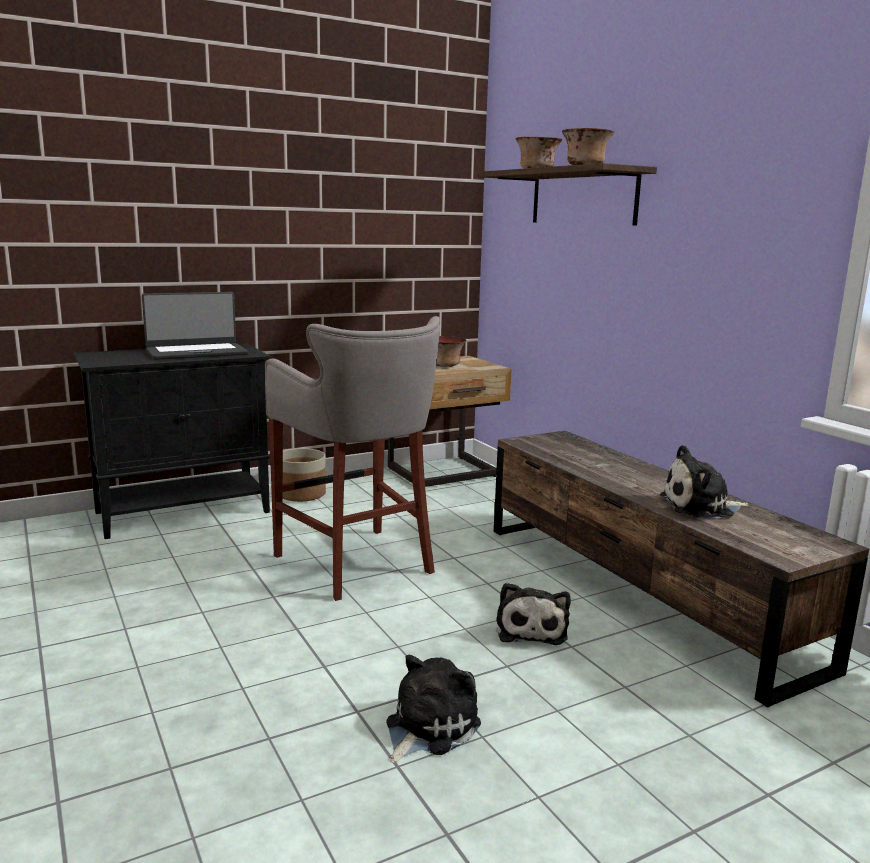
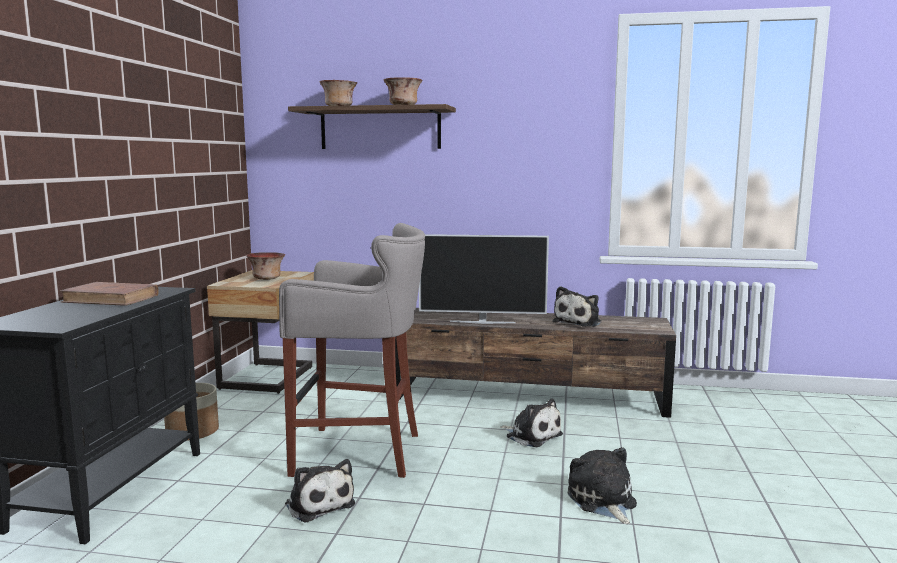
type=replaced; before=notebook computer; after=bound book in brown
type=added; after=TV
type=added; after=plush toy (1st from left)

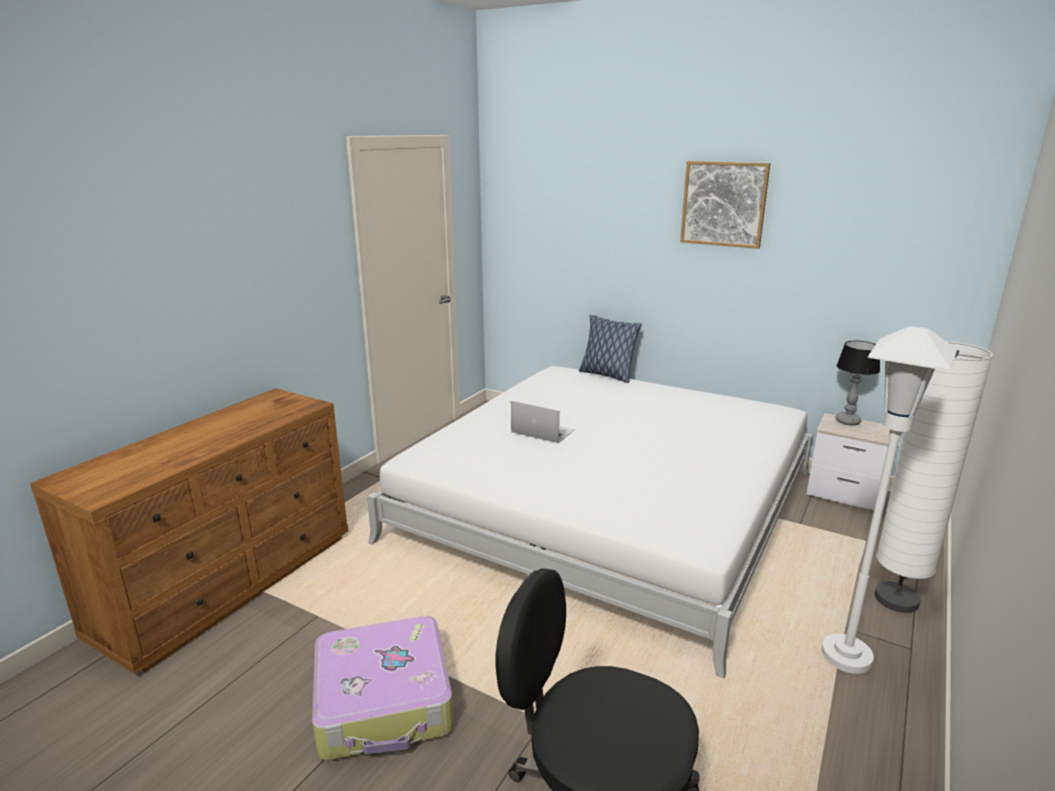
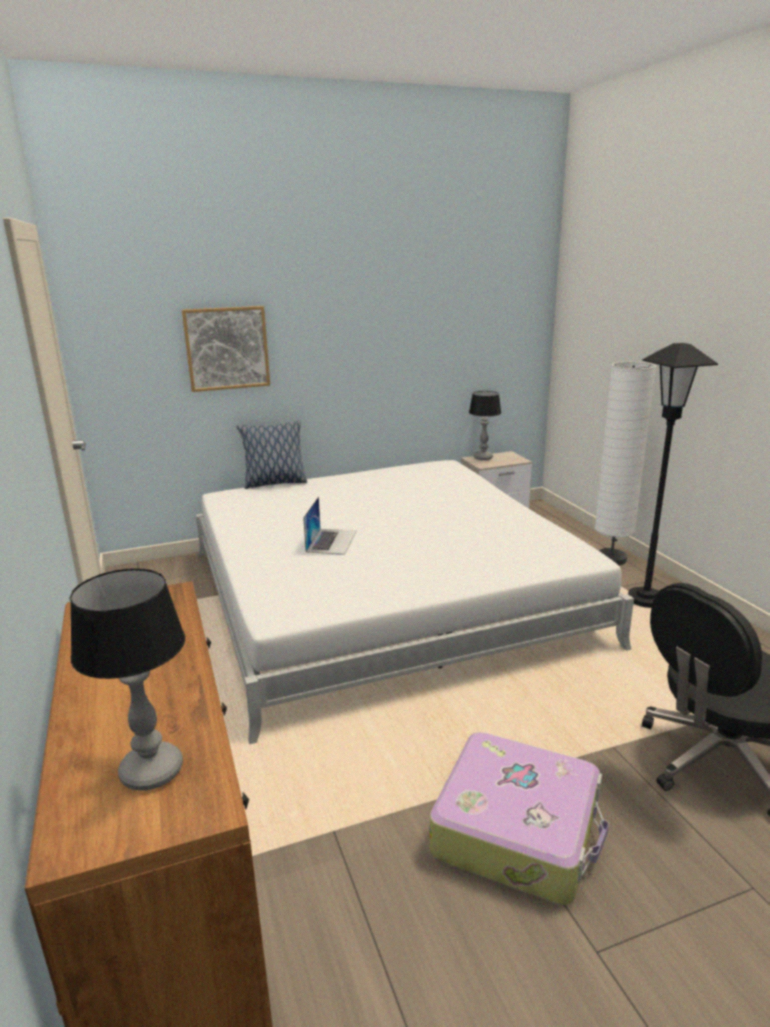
type=moved; before=wall art
type=recoloured; before=floor lamp in white-coloured (1st from left); after=floor lamp in black-coloured
type=turned; before=notebook computer; turn=120
type=added; after=table lamp (1st from left)

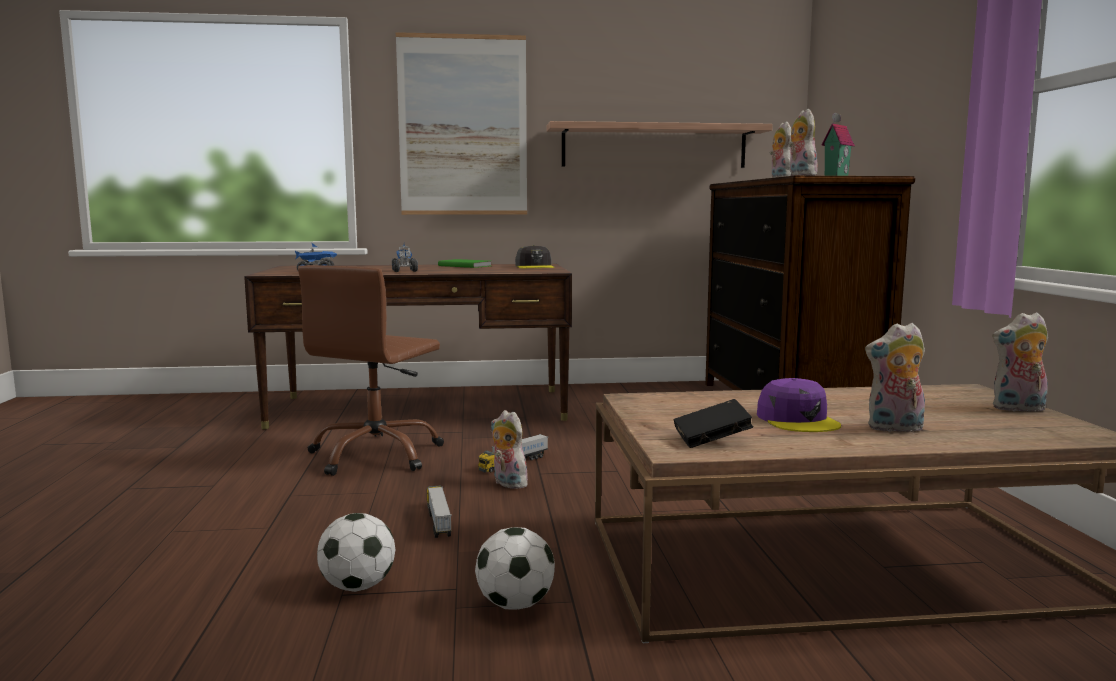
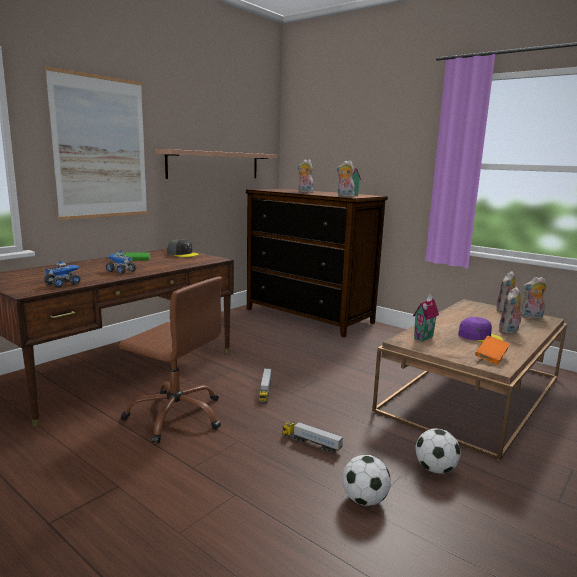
type=turned; before=desk chair in brown; turn=-45
type=recoloured; before=bound book in black-coloured; after=bound book in orange
type=moved; before=plush toy (1st from left in the first image); after=plush toy (5th from left)
type=added; after=miniature house (2nd from left)

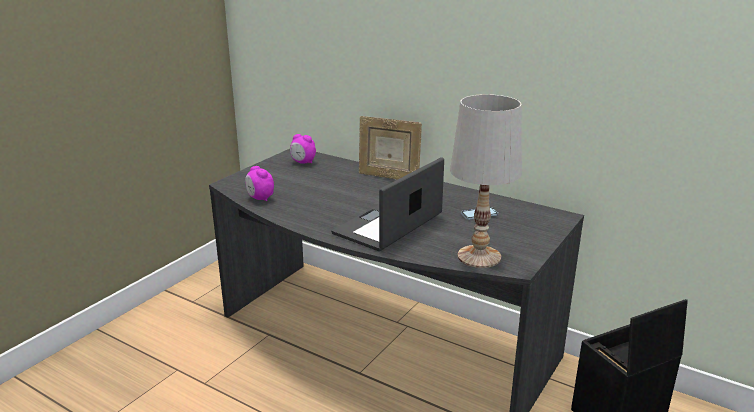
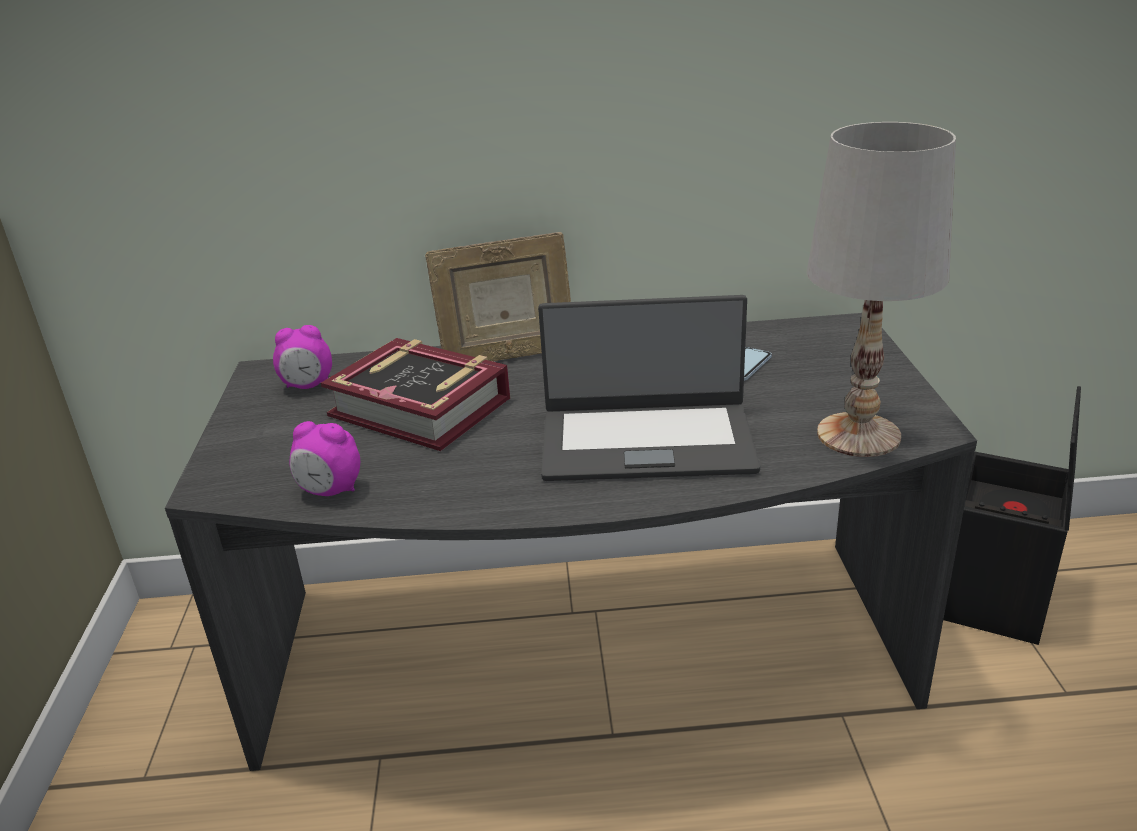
type=turned; before=notebook computer; turn=-90
type=added; after=bound book

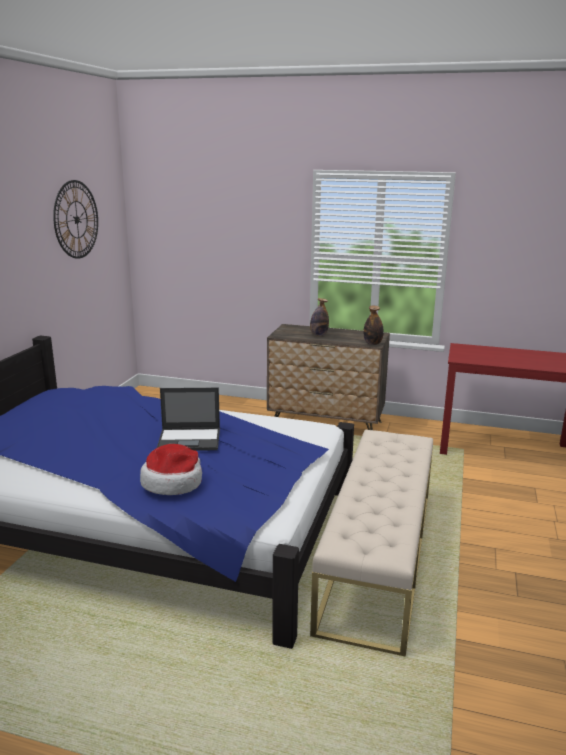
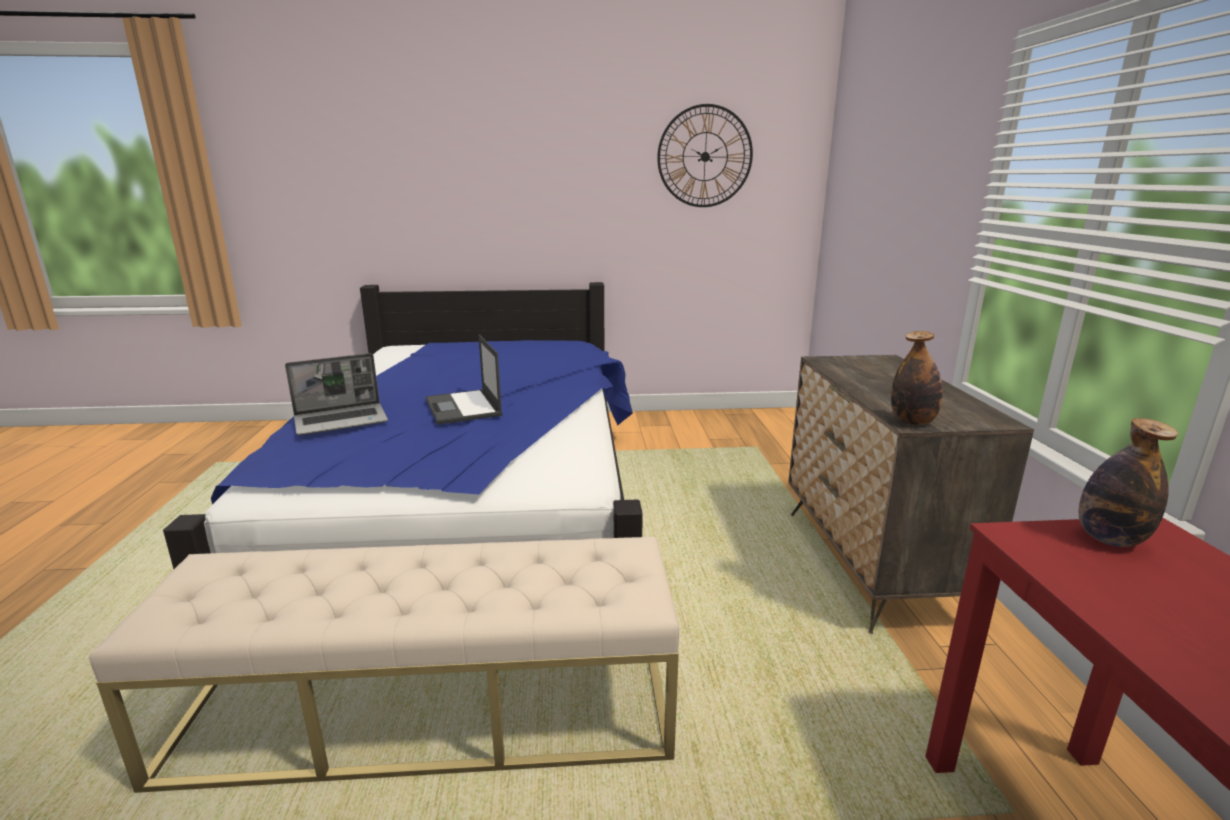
type=moved; before=drink bottle (1st from left in the first image); after=drink bottle (2nd from left)
type=replaced; before=hat; after=notebook computer (1st from left)

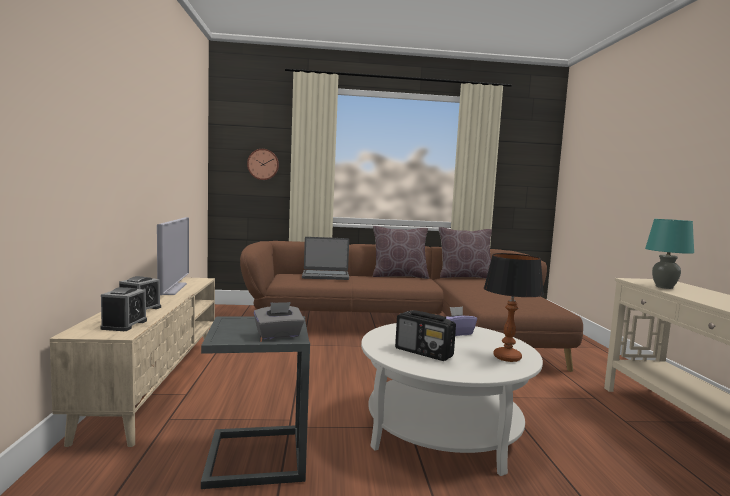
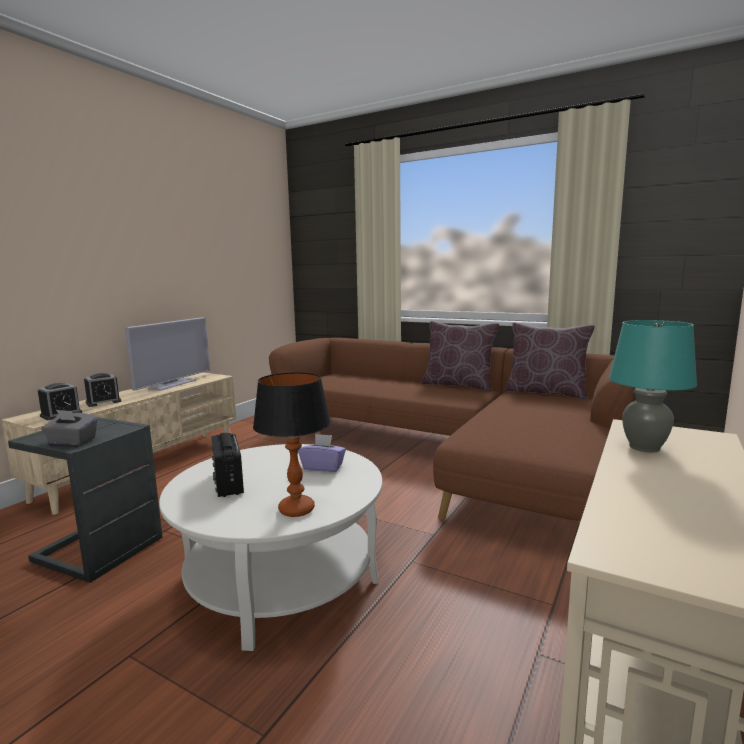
type=removed; before=hanging clock
type=removed; before=notebook computer

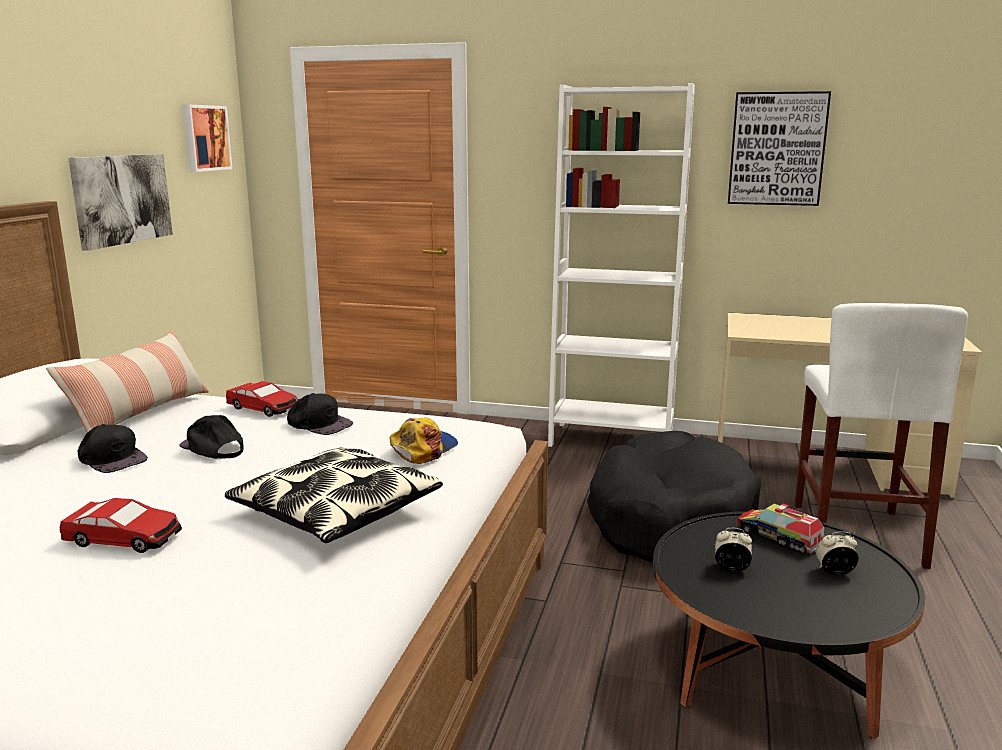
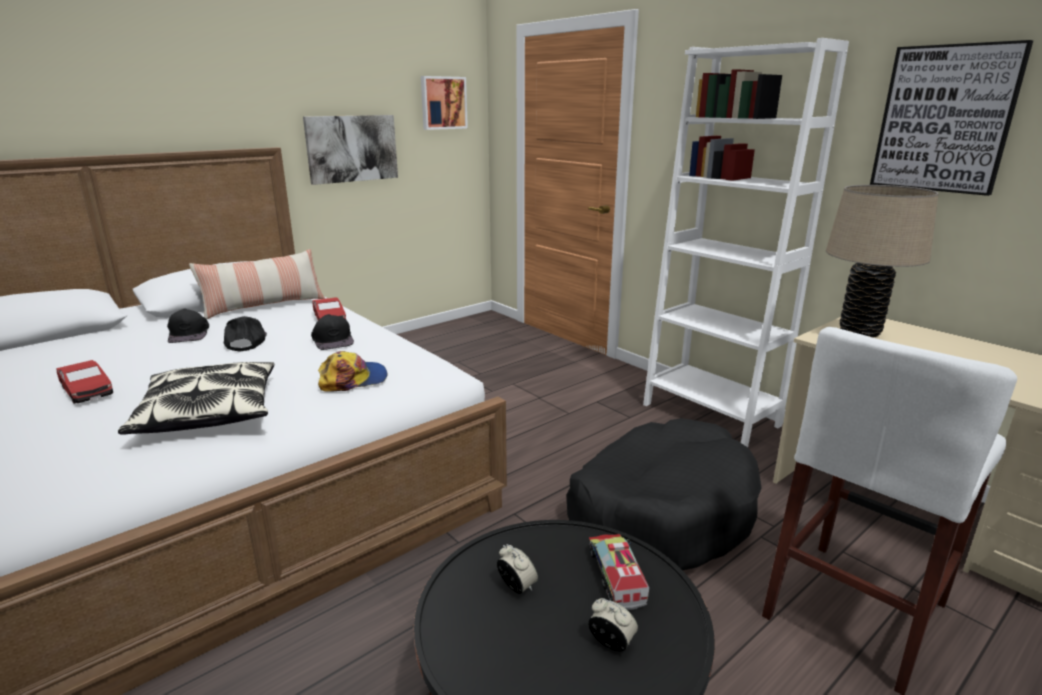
type=added; after=table lamp in beige

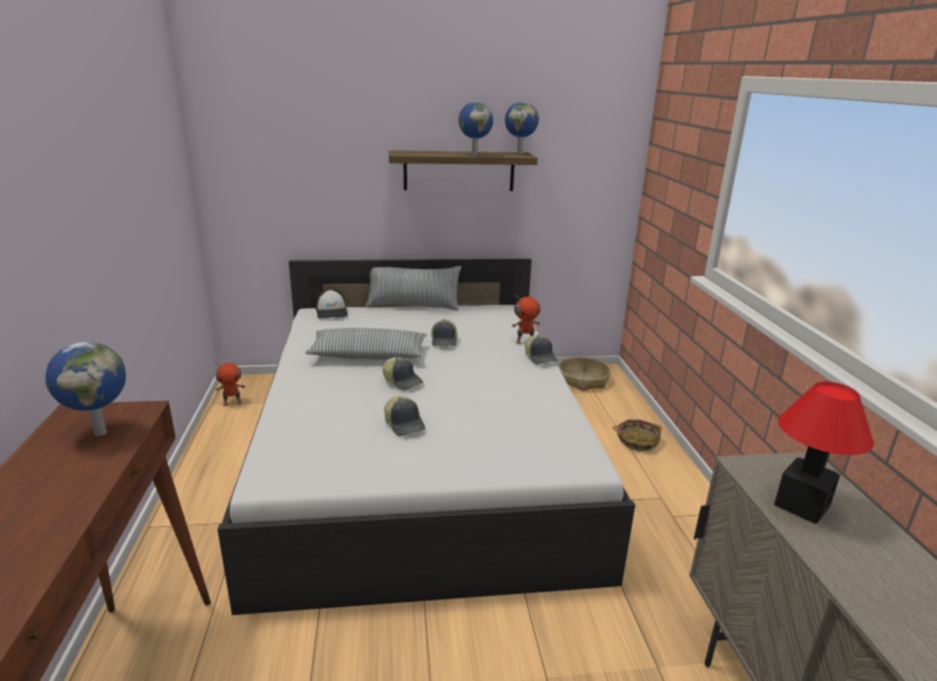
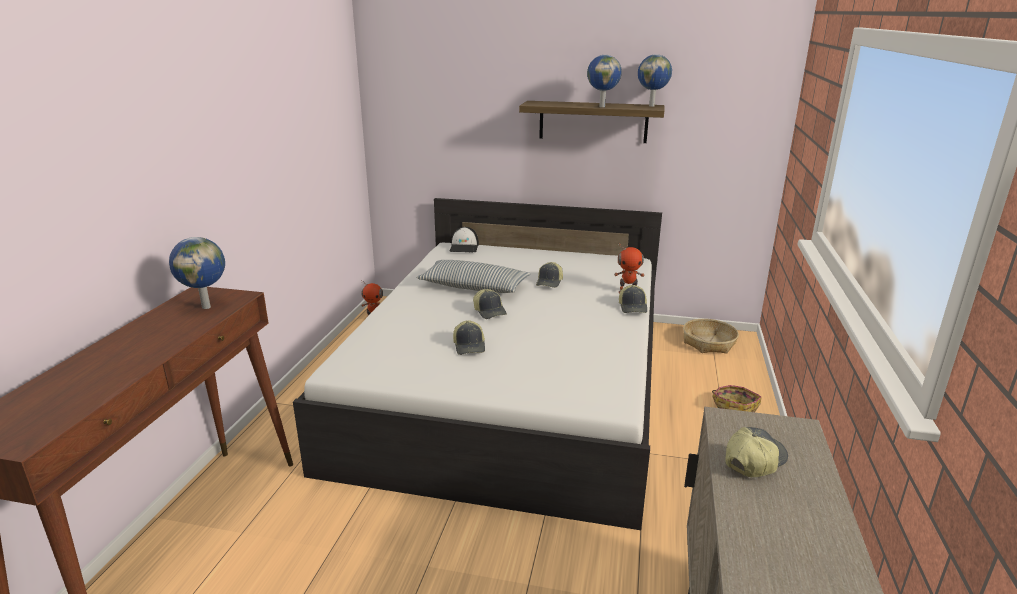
type=removed; before=throw pillow (2nd from left)
type=replaced; before=table lamp; after=peaked cap (6th from left)

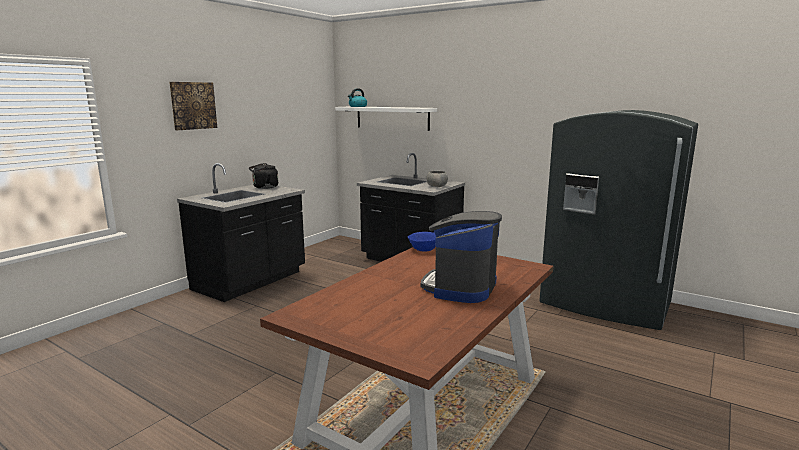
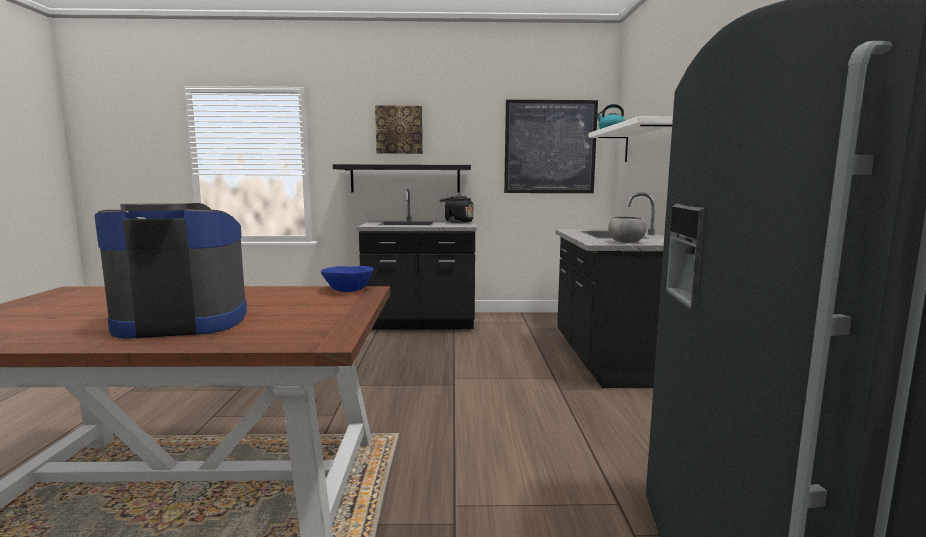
type=added; after=wall art (2nd from left)
type=added; after=bracket shelf in black-coloured

